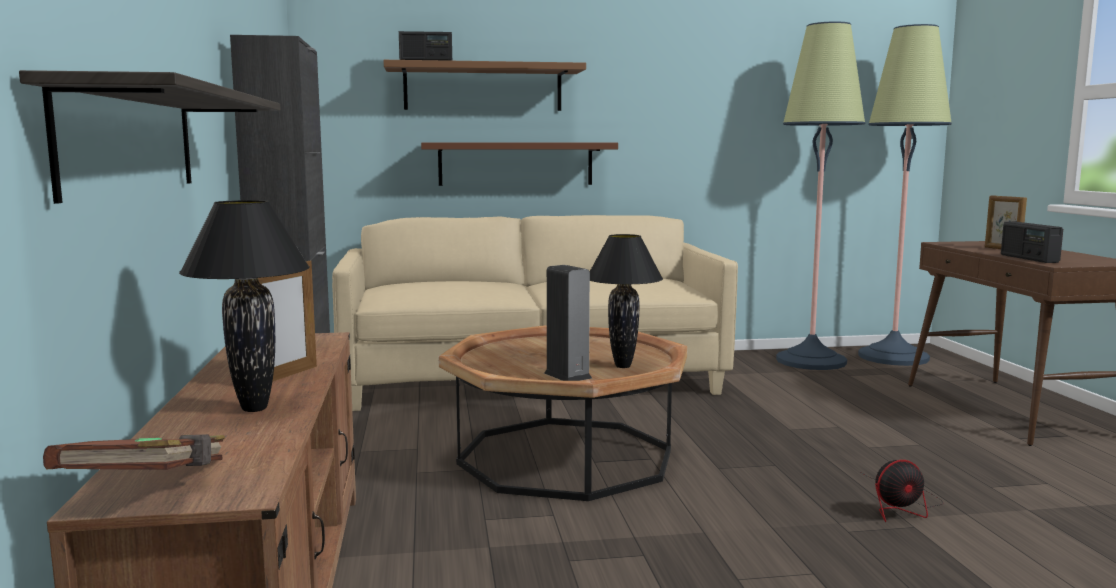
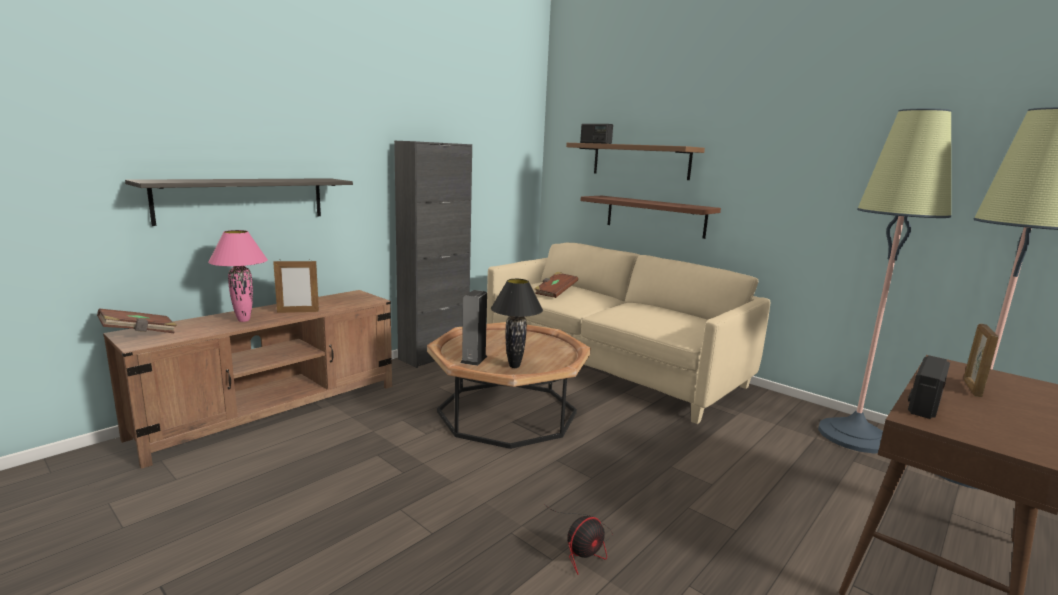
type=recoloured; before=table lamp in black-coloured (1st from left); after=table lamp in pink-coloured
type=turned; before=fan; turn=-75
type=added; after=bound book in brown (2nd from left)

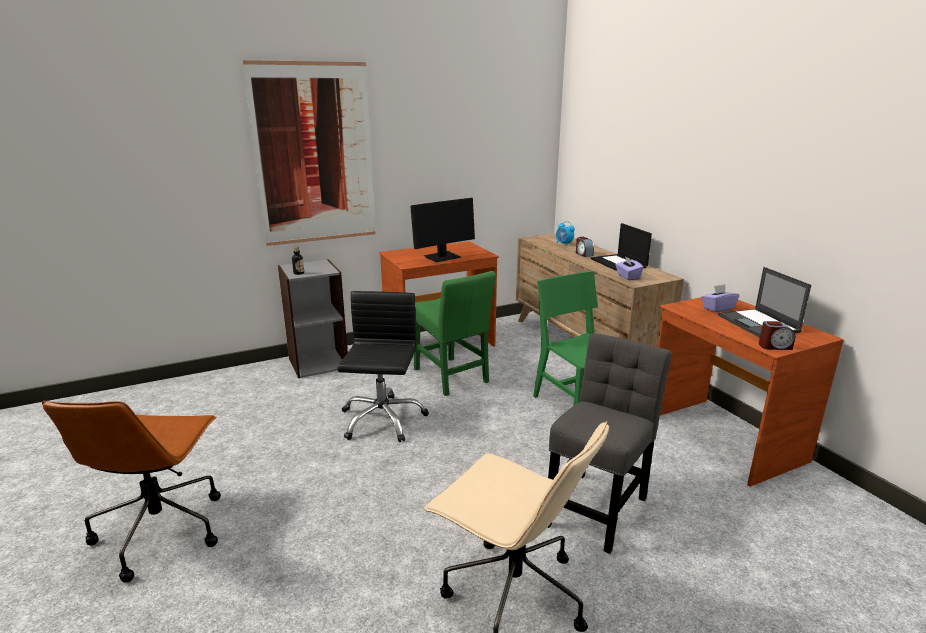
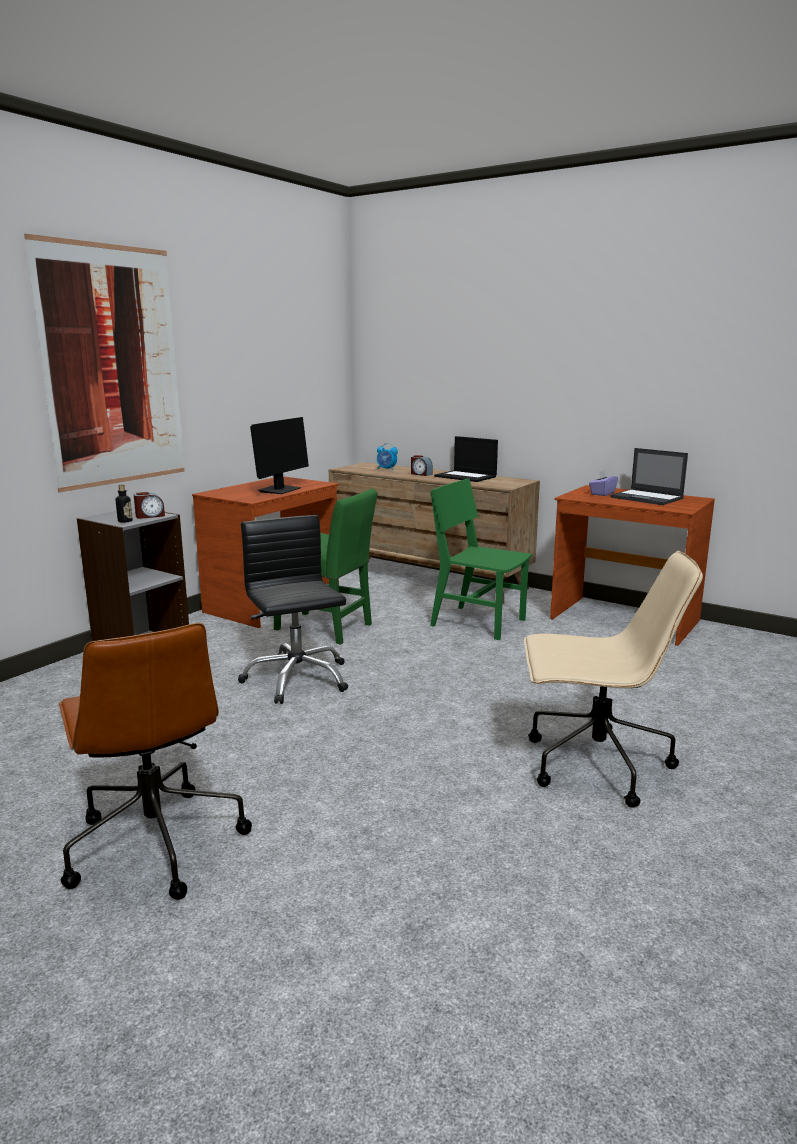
type=removed; before=tissue box in purple-coloured (1st from left)
type=moved; before=bedside clock (3rd from left in the first image); after=bedside clock (1st from left)
type=removed; before=upright chair in grey

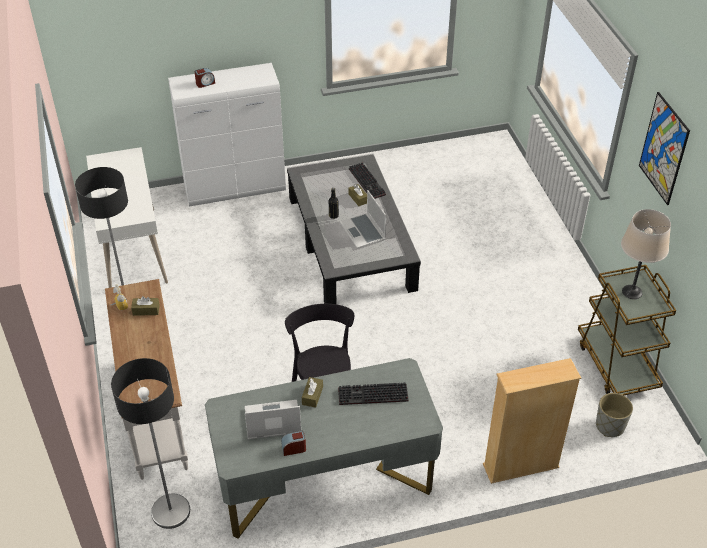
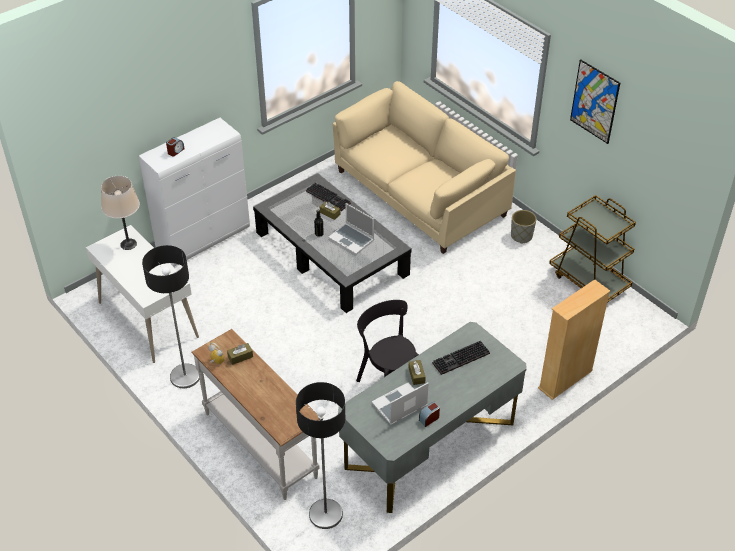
type=moved; before=table lamp in beige
type=moved; before=plant pot in grey
type=added; after=couch in beige

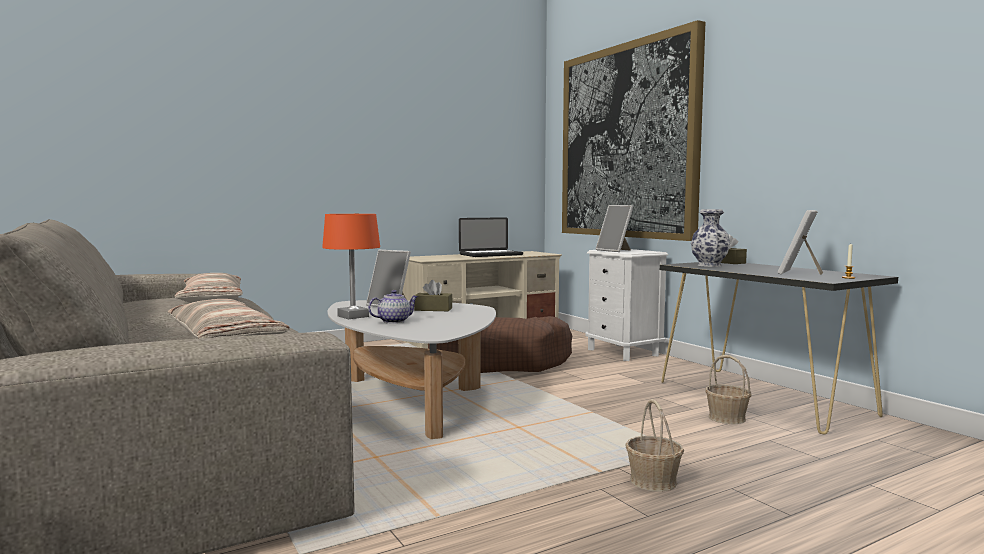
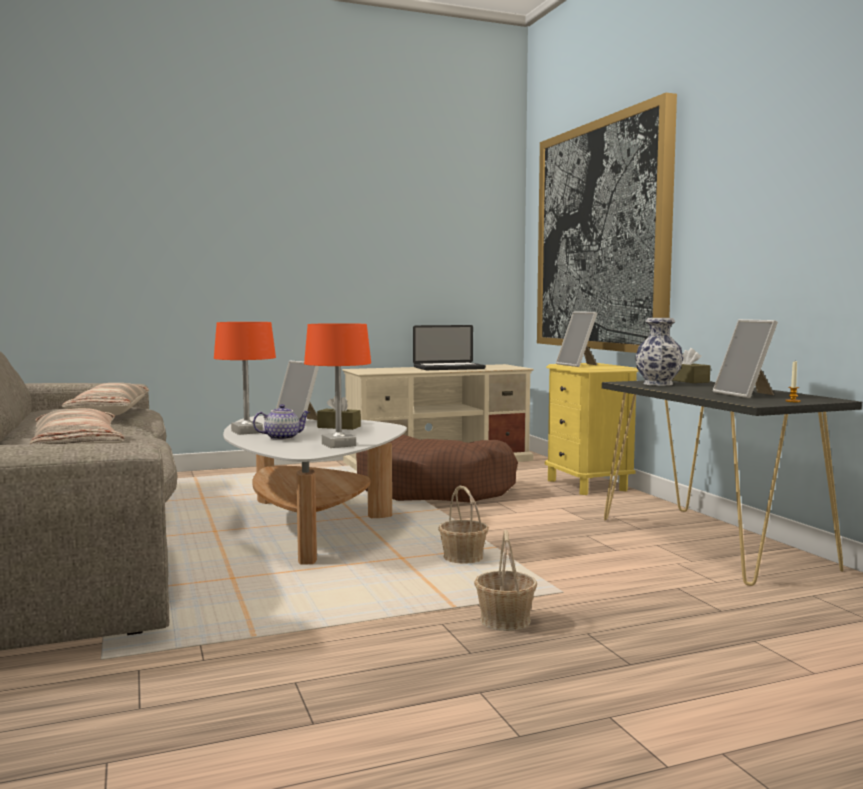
type=turned; before=picture frame (3rd from left); turn=-60
type=recoloured; before=nightstand in white-coloured; after=nightstand in yellowish
type=moved; before=basket (2nd from left in the first image); after=basket (1st from left)
type=added; after=table lamp in orange (2nd from left)

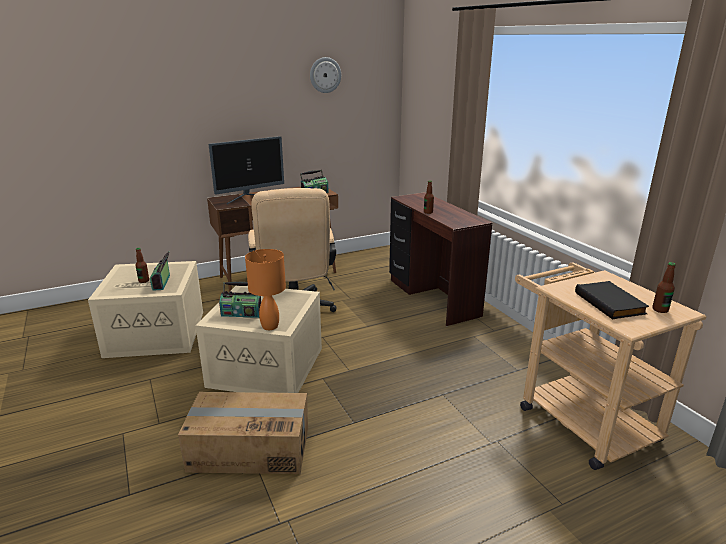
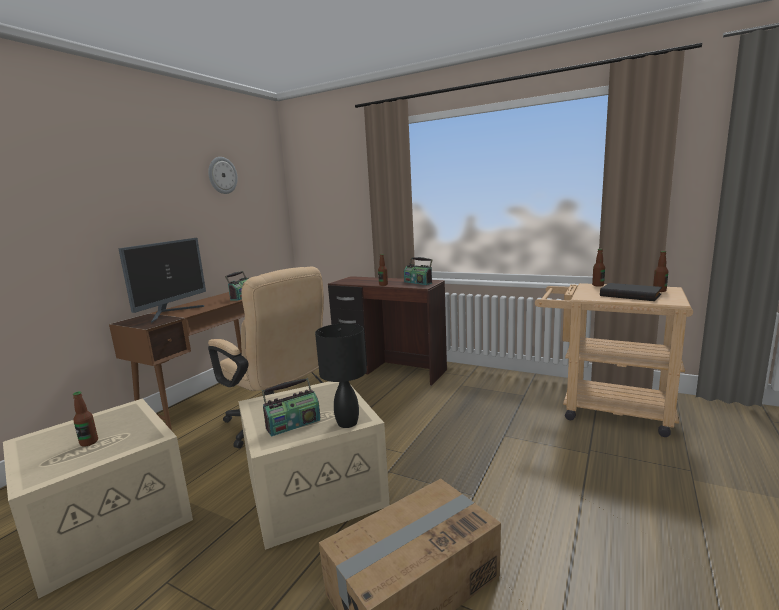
type=recoloured; before=table lamp in orange; after=table lamp in black-coloured
type=moved; before=radio set (1st from left in the first image); after=radio set (3rd from left)
type=added; after=drink bottle (3rd from left)

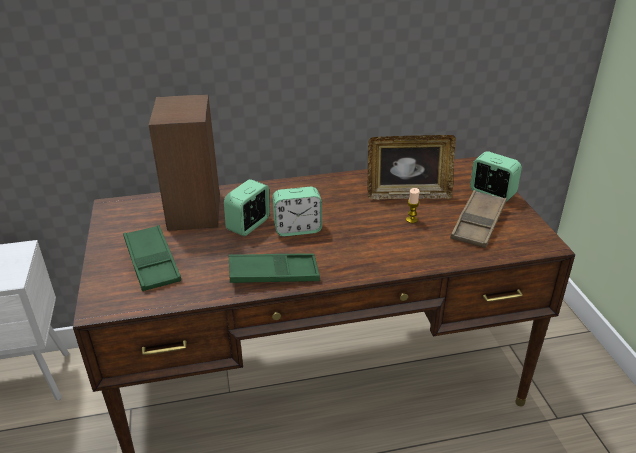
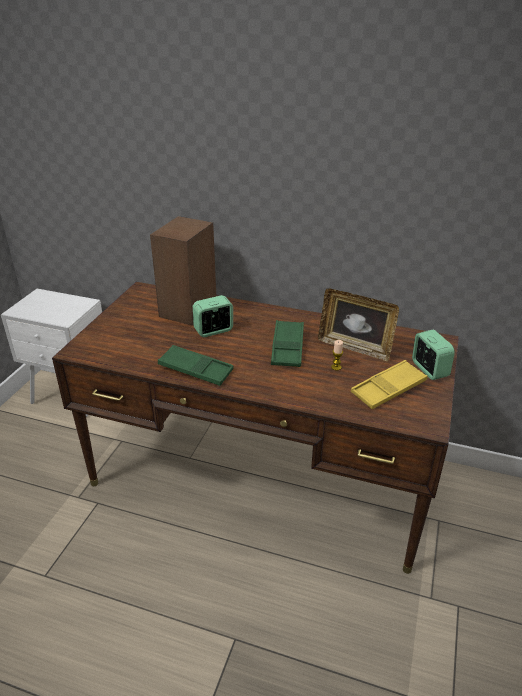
type=removed; before=bedside clock (2nd from left)
type=recoloured; before=carrying tray in brown; after=carrying tray in yellowish
type=moved; before=carrying tray in green-coloured (1st from left in the first image); after=carrying tray in green-coloured (2nd from left)

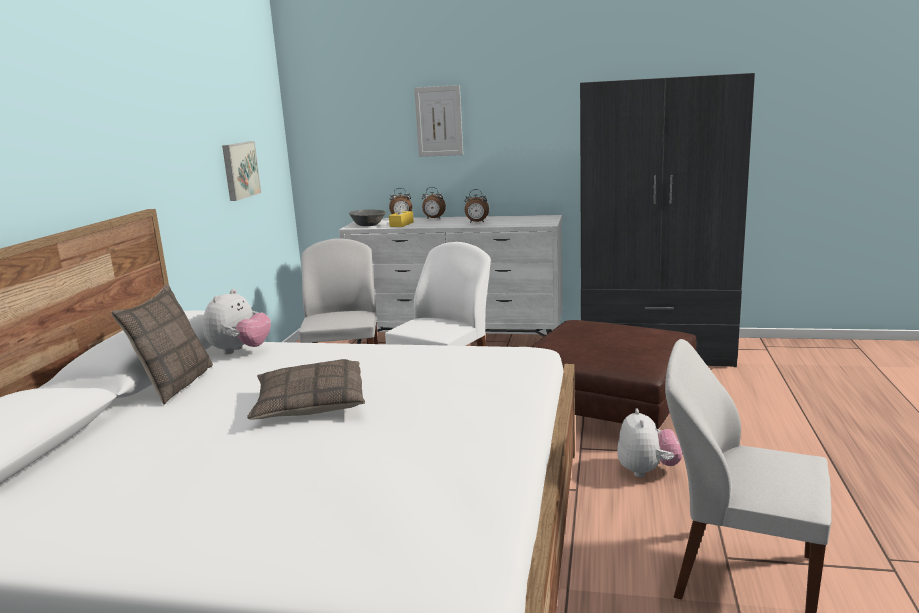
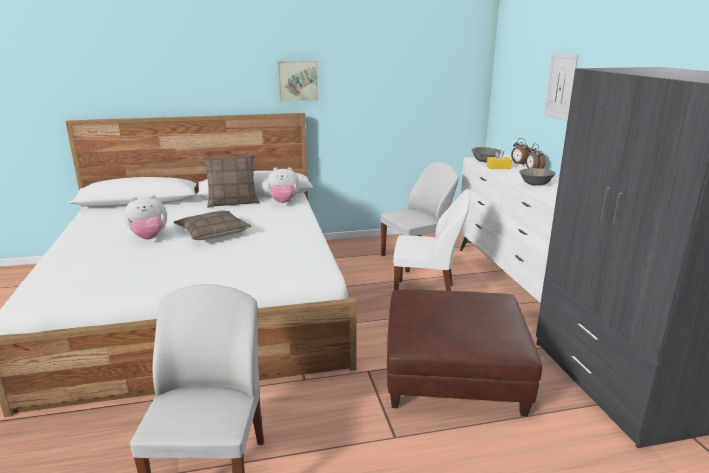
type=moved; before=wall art (1st from left)
type=replaced; before=bedside clock (3rd from left); after=deep dish in grey (2nd from left)
type=moved; before=plush toy (2nd from left in the first image); after=plush toy (1st from left)

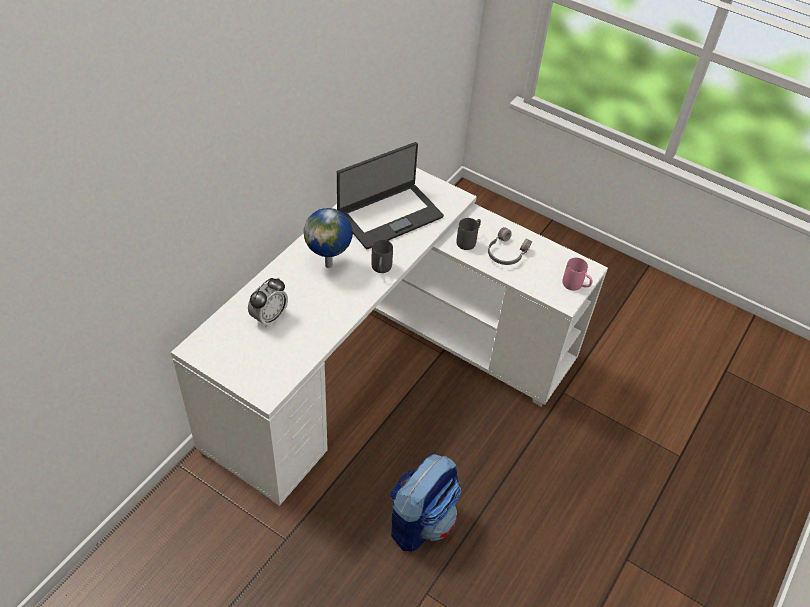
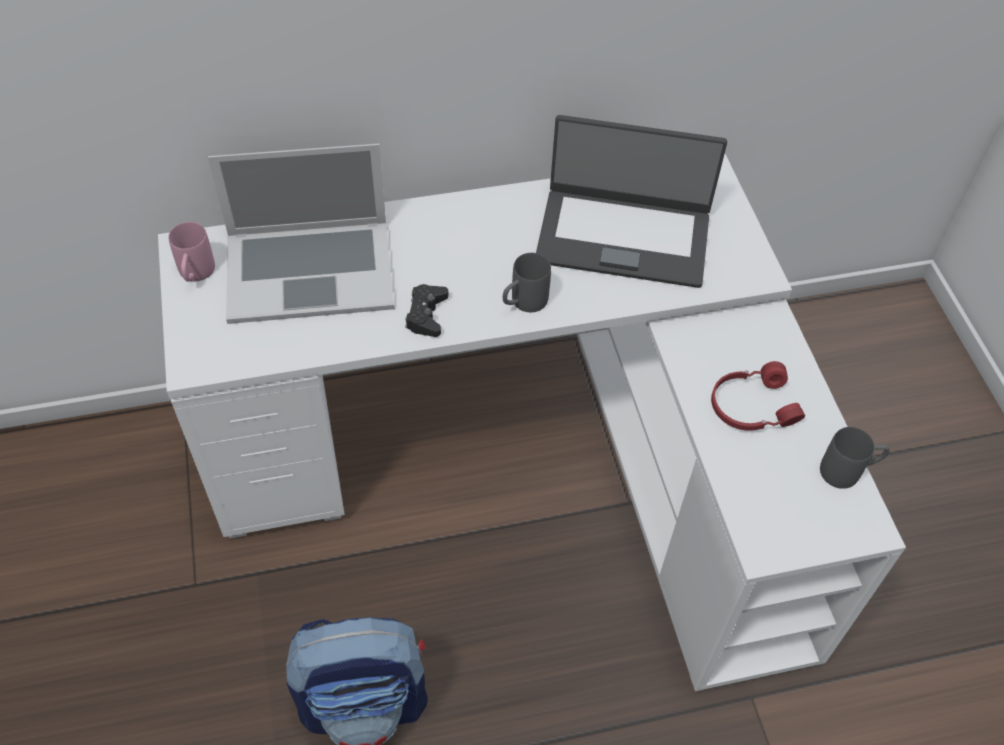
type=removed; before=desk globe
type=moved; before=tea mug in grey (2nd from left)
type=recoloured; before=pair of headphones in grey; after=pair of headphones in red-coloured
type=moved; before=tea mug in pink-coloured
type=replaced; before=bedside clock; after=notebook computer (1st from left)
type=added; after=game controller in black-coloured

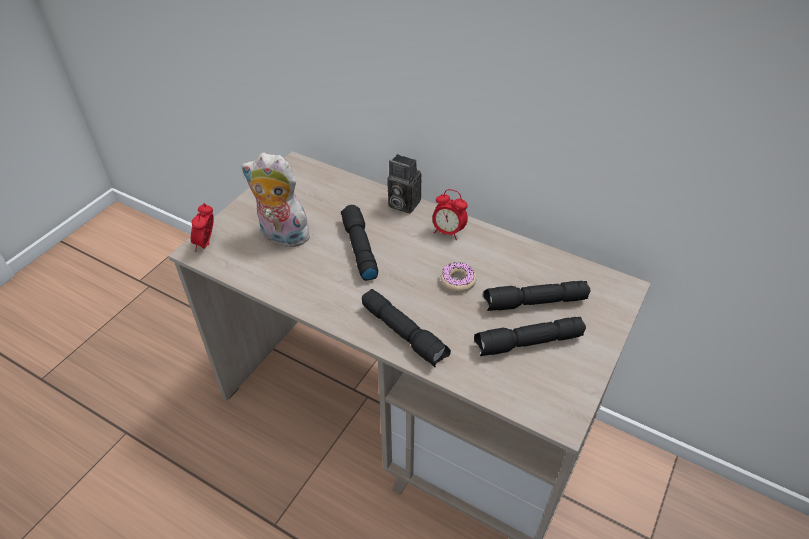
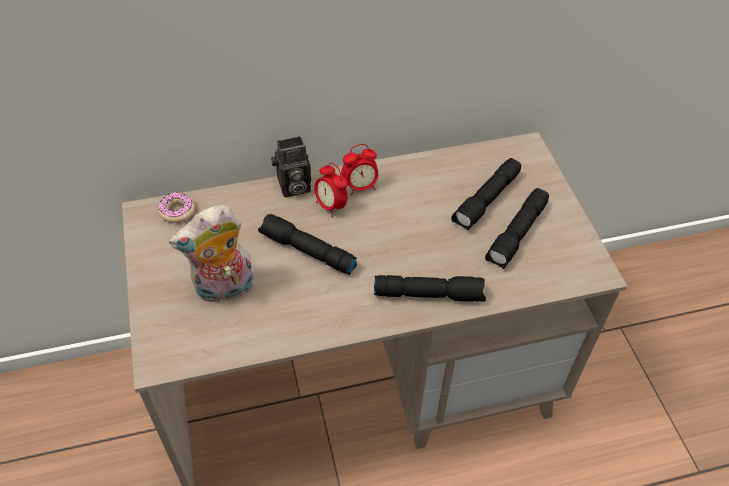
type=moved; before=bedside clock (1st from left)
type=moved; before=donut

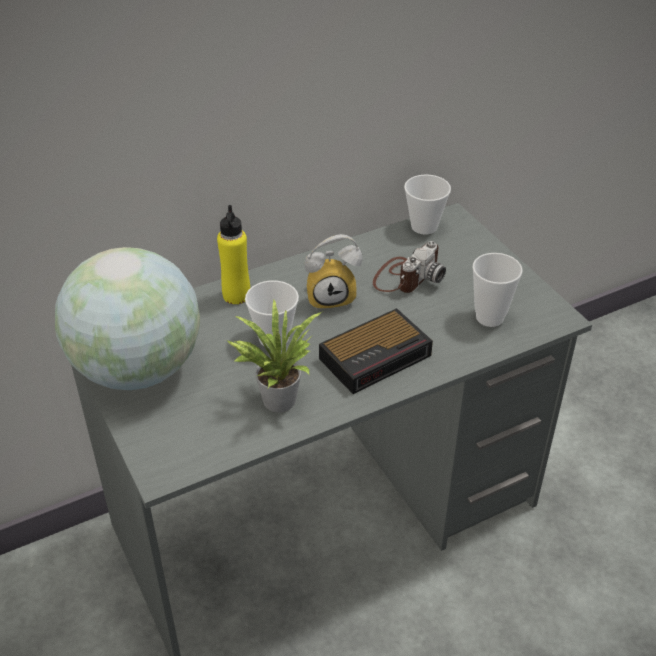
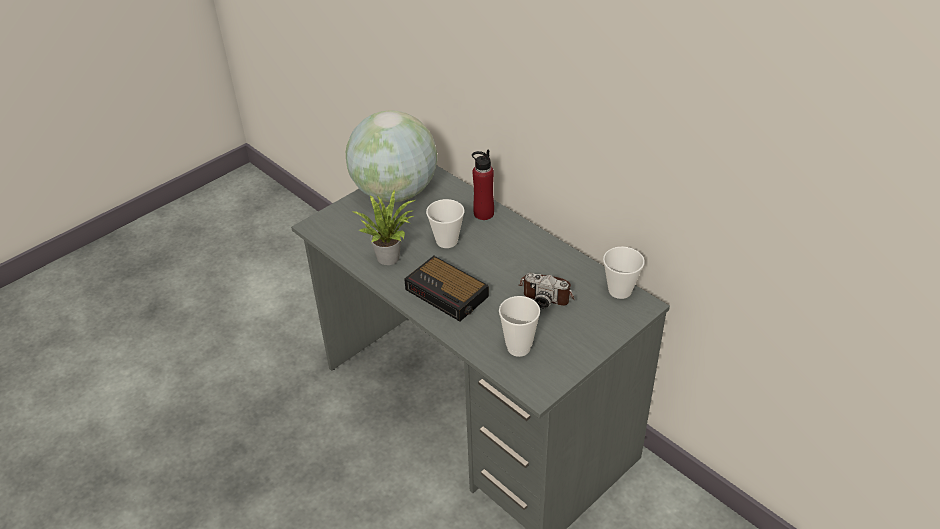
type=recoloured; before=drink bottle in yellowish; after=drink bottle in red-coloured
type=removed; before=bedside clock (1st from left)

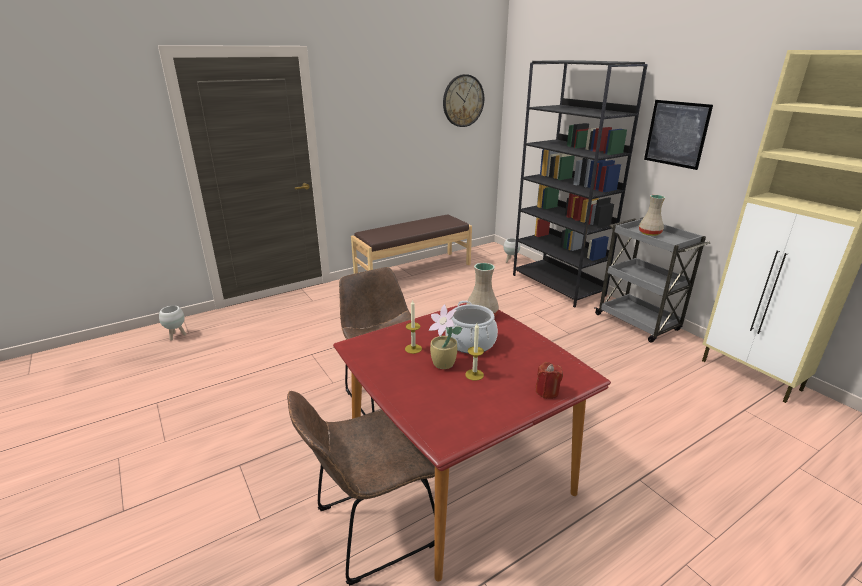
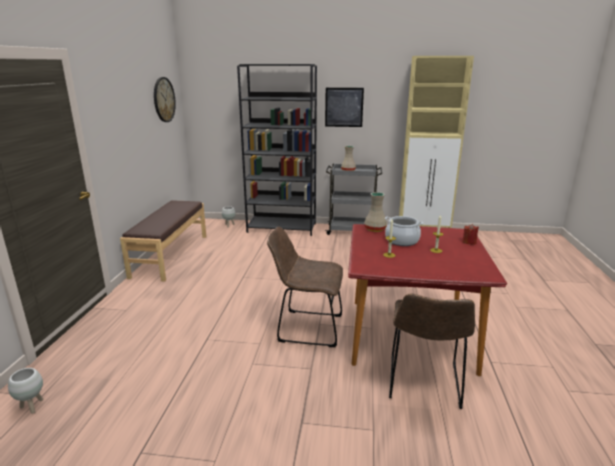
type=removed; before=plant in a pot

